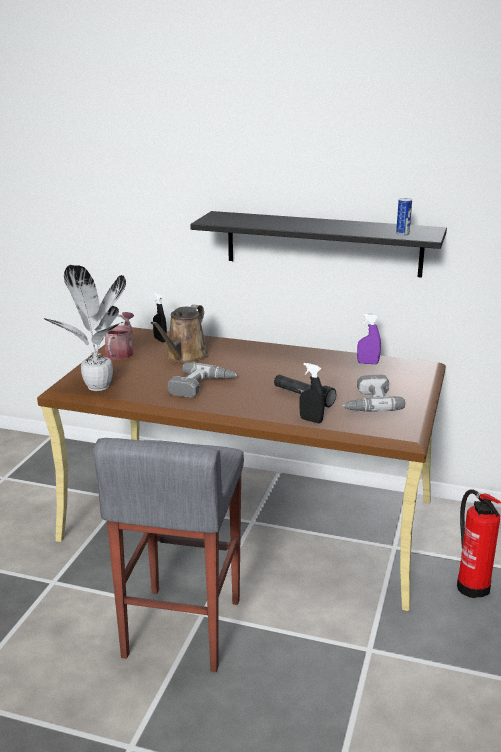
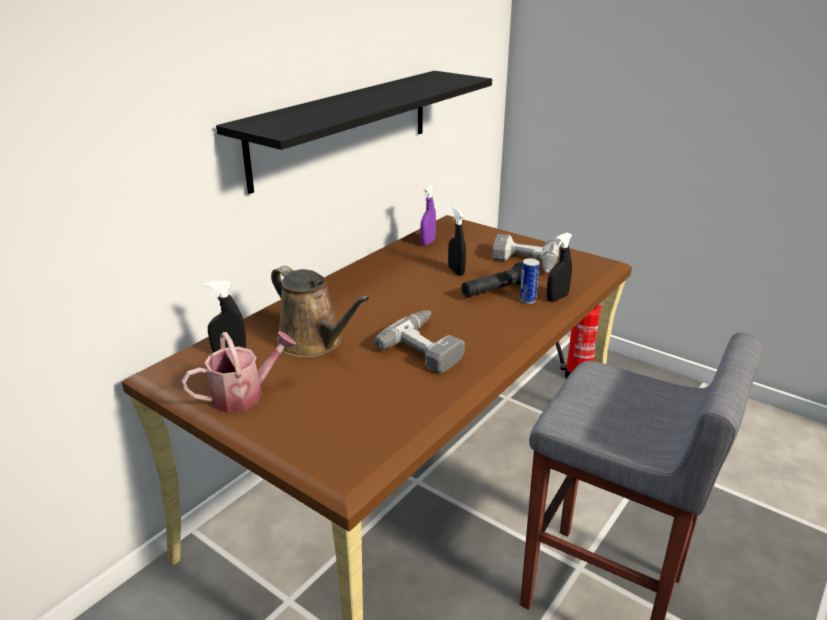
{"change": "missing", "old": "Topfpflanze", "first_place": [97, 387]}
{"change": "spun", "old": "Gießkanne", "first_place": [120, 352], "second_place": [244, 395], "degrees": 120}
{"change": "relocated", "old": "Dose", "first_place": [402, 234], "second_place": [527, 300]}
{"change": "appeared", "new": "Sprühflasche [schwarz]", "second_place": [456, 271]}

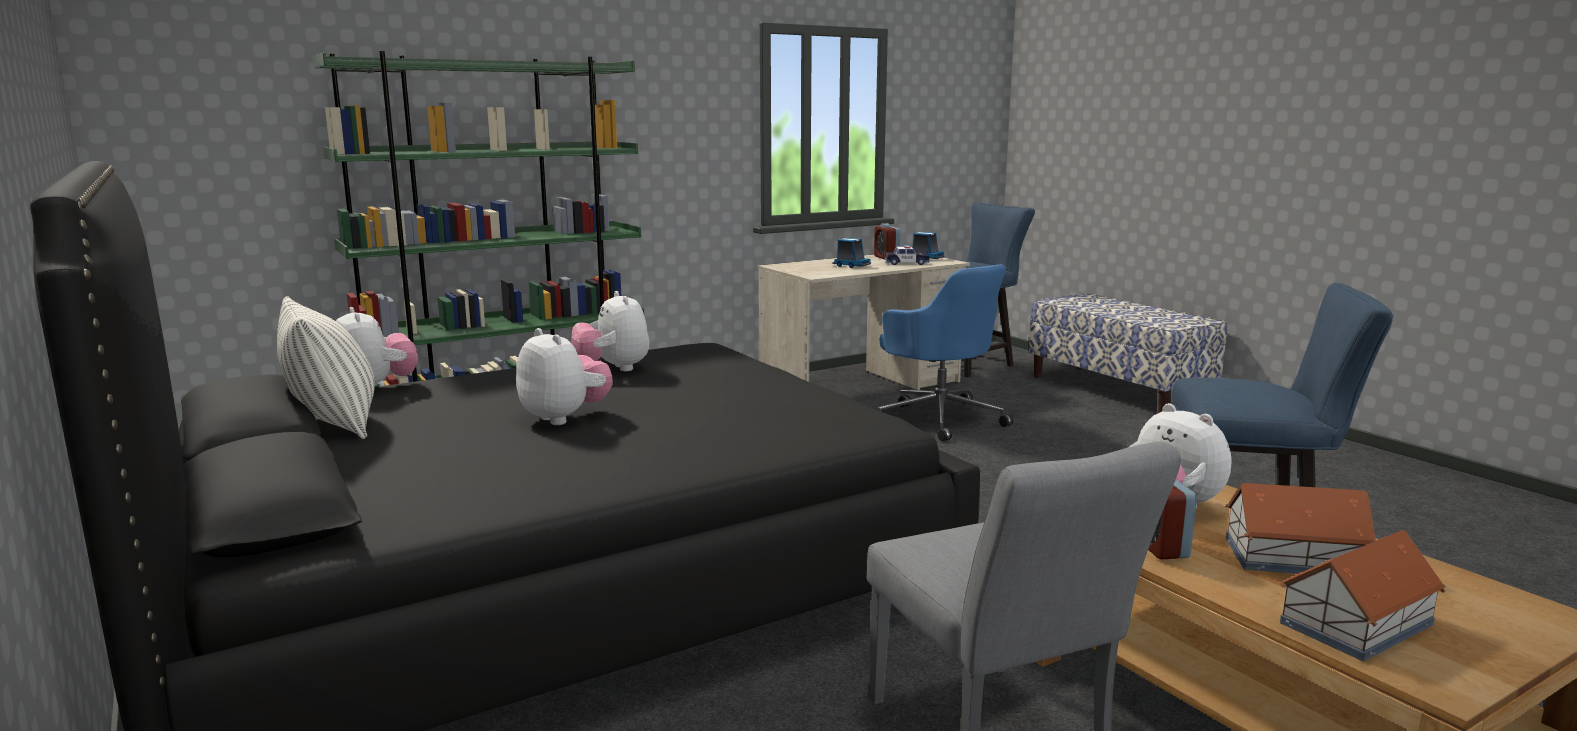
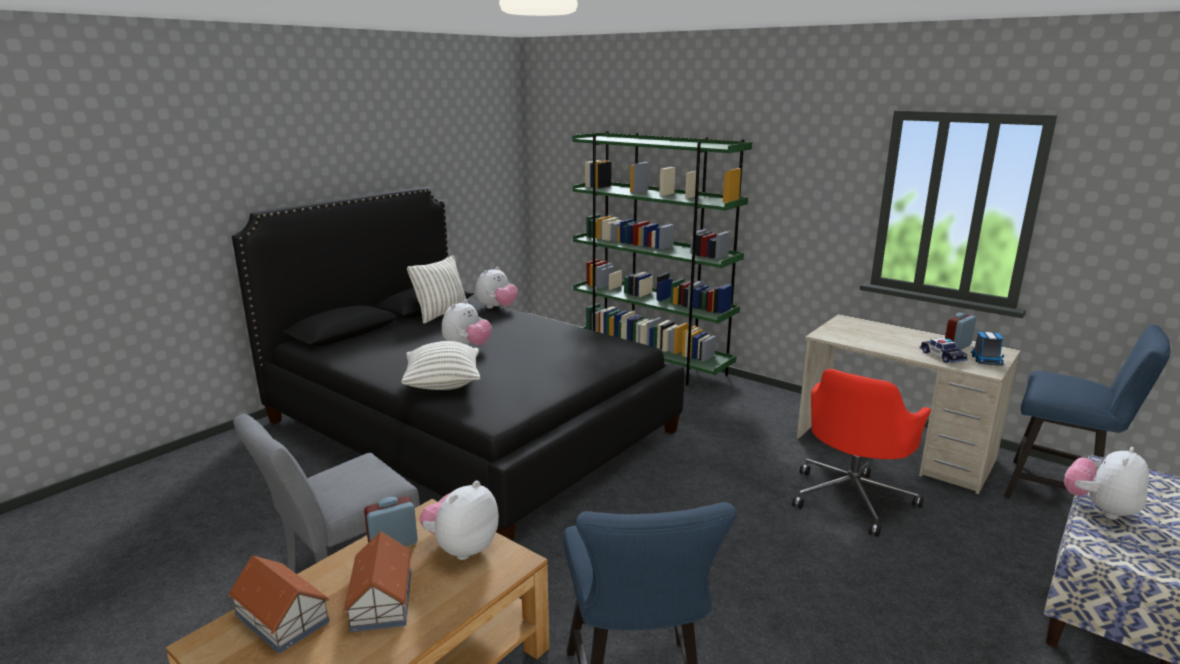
{"change": "relocated", "old": "Plüschtier", "first_place": [613, 369], "second_place": [1100, 509]}
{"change": "missing", "old": "Spielzeuglaster", "first_place": [851, 266]}
{"change": "colour", "old": "Bürostuhl [blau]", "new": "Bürostuhl [rot]", "first_place": [940, 418], "second_place": [852, 497]}
{"change": "appeared", "new": "Kissen", "second_place": [443, 385]}

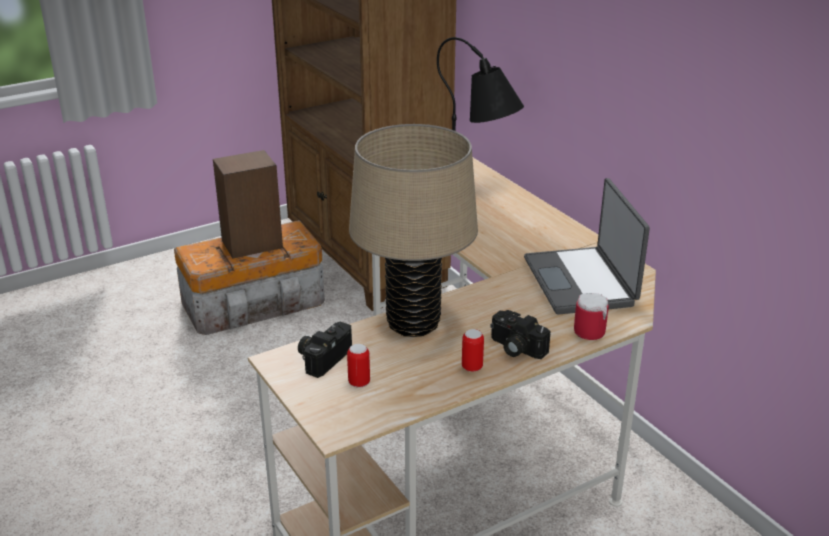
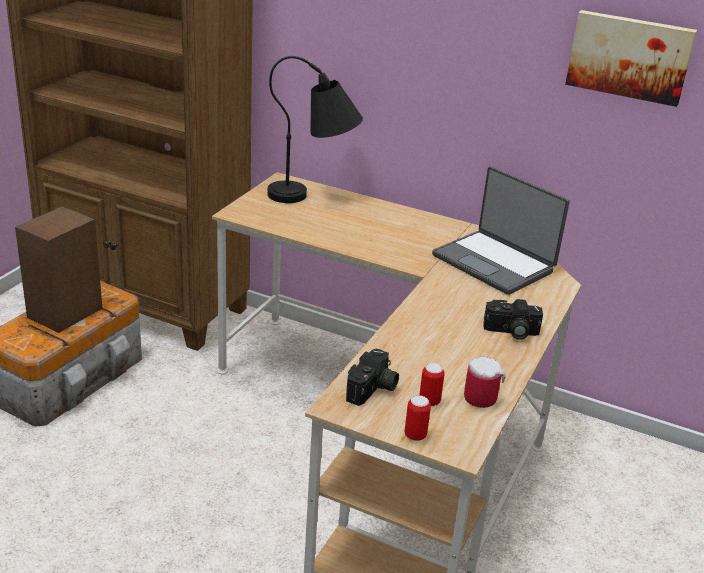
{"change": "spun", "old": "Kamera", "first_place": [323, 357], "second_place": [373, 390], "degrees": -150}
{"change": "missing", "old": "Tischlampe [beige]", "first_place": [413, 323]}
{"change": "relocated", "old": "Dose", "first_place": [472, 367], "second_place": [415, 435]}
{"change": "relocated", "old": "Henkelbecher", "first_place": [593, 330], "second_place": [481, 395]}
{"change": "appeared", "new": "Bild", "second_place": [629, 56]}

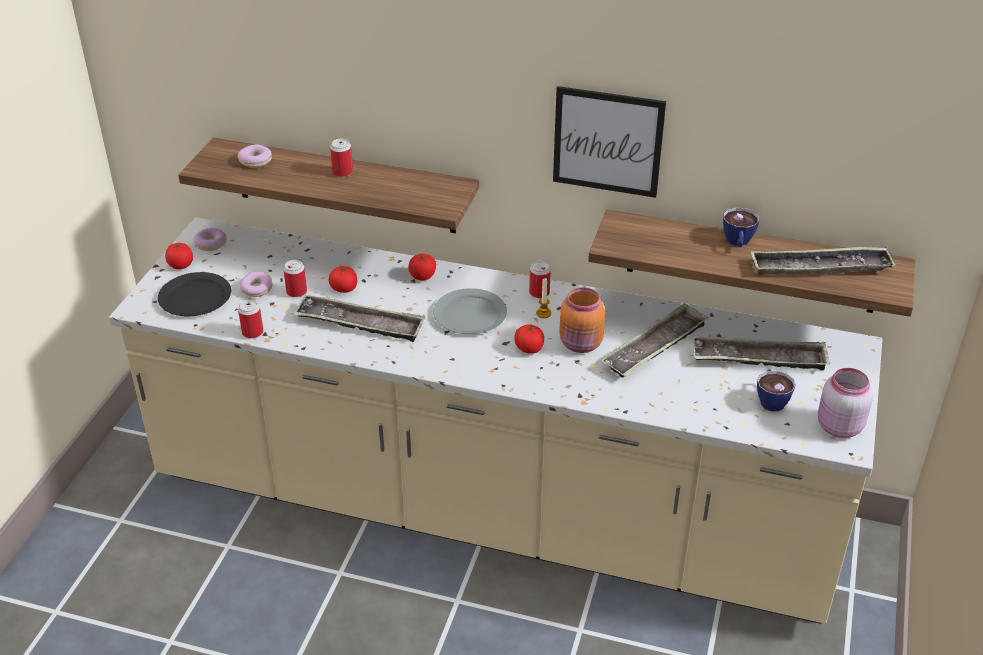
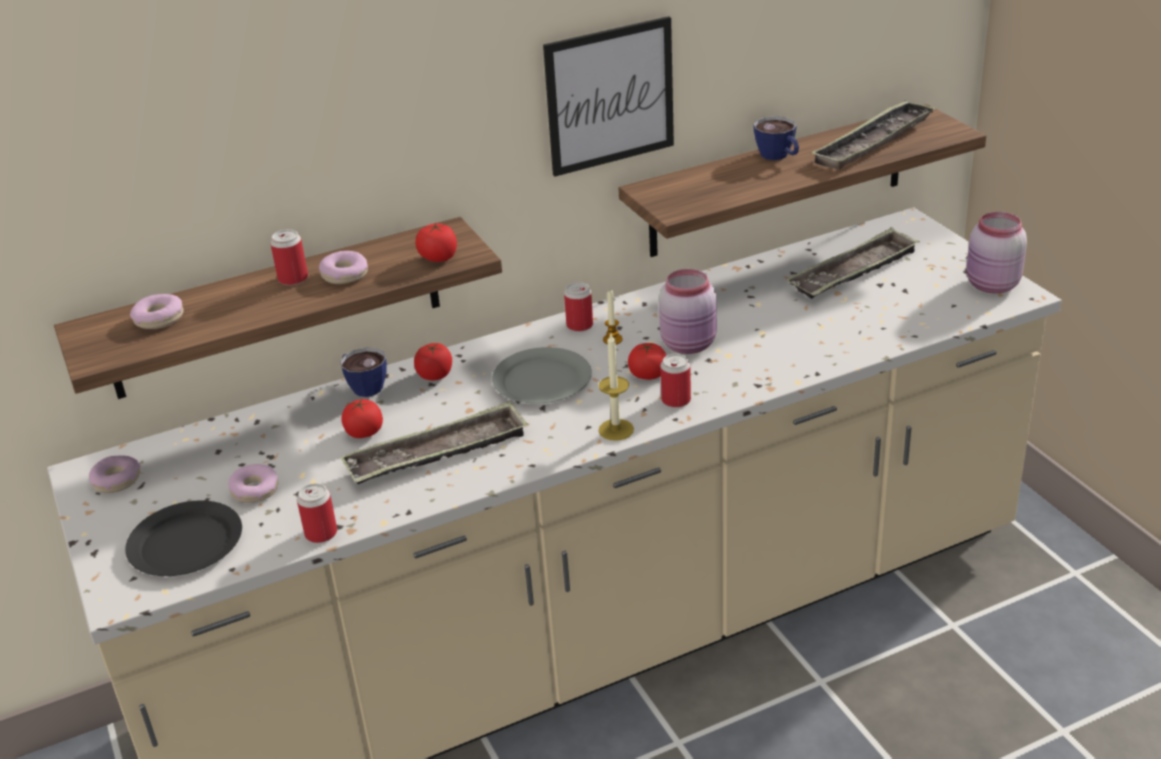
{"change": "relocated", "old": "Tomate", "first_place": [181, 265], "second_place": [438, 258]}
{"change": "relocated", "old": "Dose", "first_place": [296, 292], "second_place": [676, 400]}
{"change": "colour", "old": "Vorratsglas [orange]", "new": "Vorratsglas [rosa]", "first_place": [581, 344], "second_place": [690, 344]}
{"change": "missing", "old": "Tablett", "first_place": [655, 347]}
{"change": "relocated", "old": "Tasse", "first_place": [770, 399], "second_place": [363, 386]}
{"change": "appeared", "new": "Donut", "second_place": [345, 275]}
{"change": "appeared", "new": "Kerze", "second_place": [616, 429]}

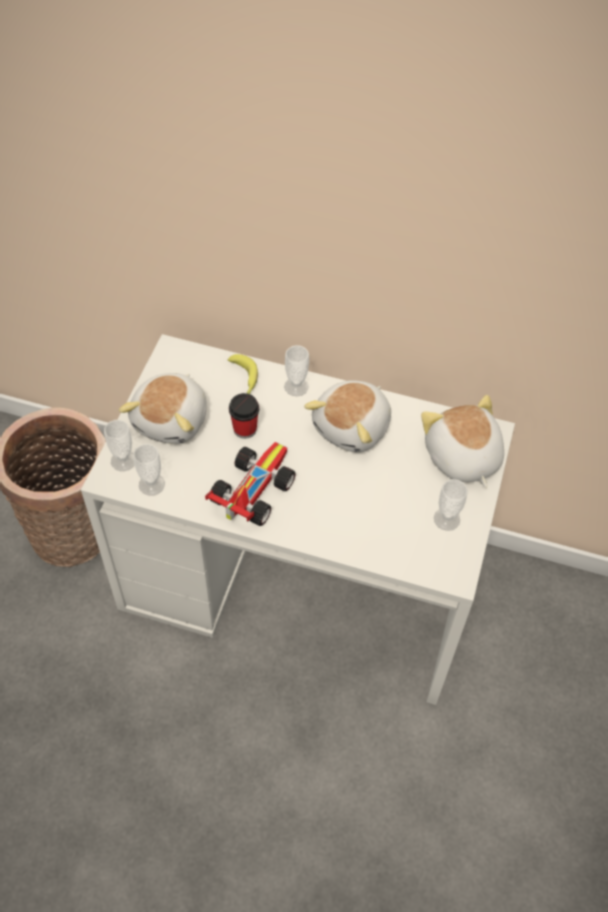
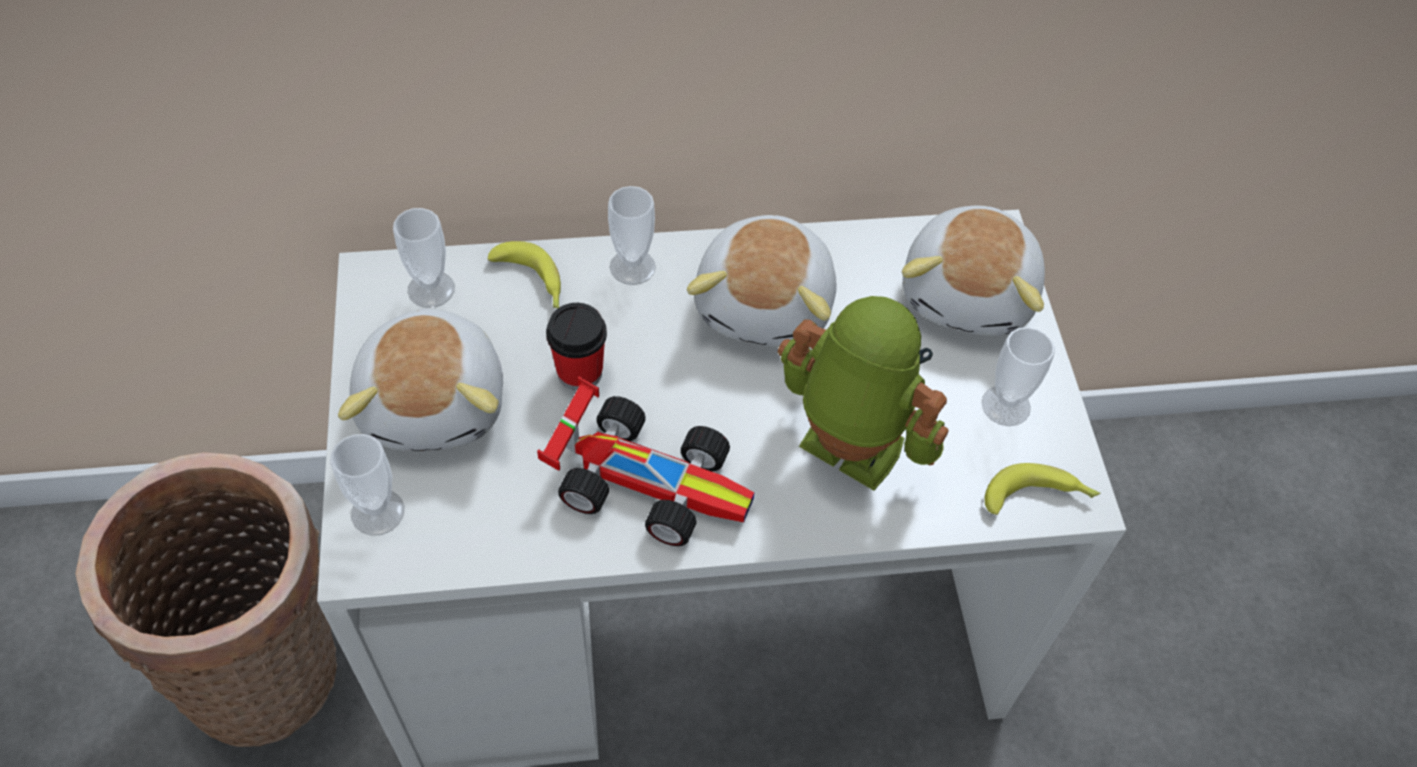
{"change": "relocated", "old": "Tasse", "first_place": [151, 484], "second_place": [431, 289]}
{"change": "spun", "old": "Spielzeugauto", "first_place": [251, 490], "second_place": [649, 478], "degrees": 105}
{"change": "spun", "old": "Plüschtier", "first_place": [461, 457], "second_place": [970, 293], "degrees": -120}
{"change": "appeared", "new": "Spielzeugroboter", "second_place": [846, 451]}
{"change": "appeared", "new": "Banane", "second_place": [1039, 497]}

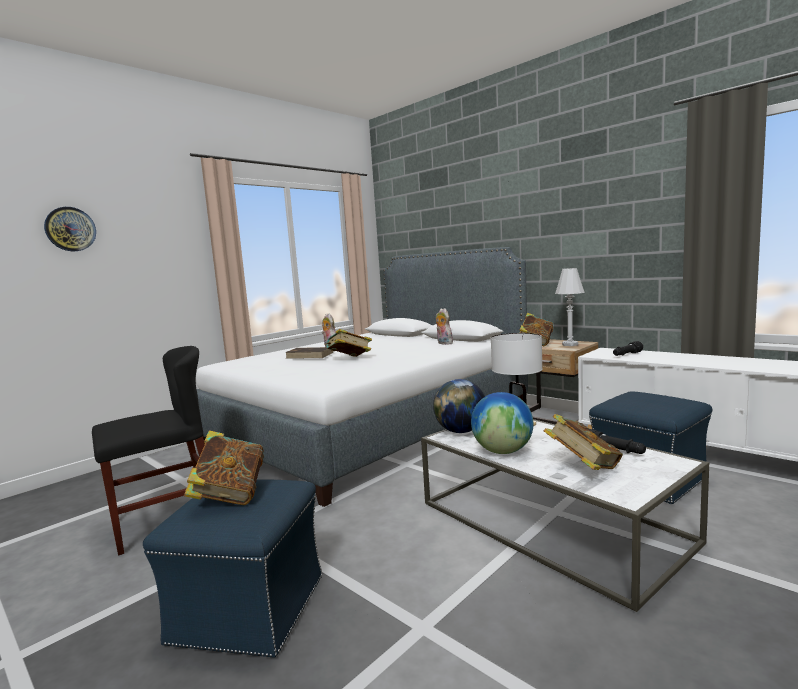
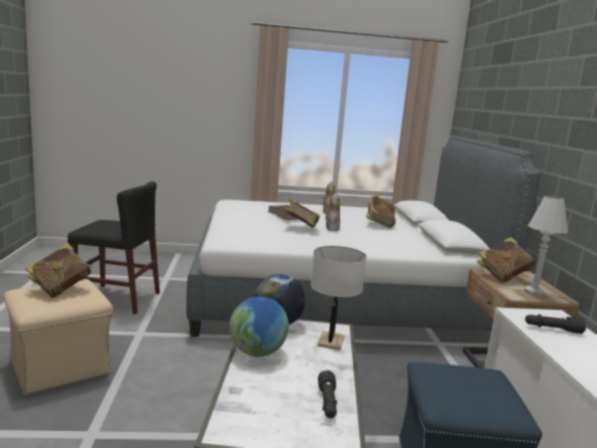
{"change": "missing", "old": "Wanduhr", "first_place": [70, 229]}
{"change": "colour", "old": "Polsterhocker [blau]", "new": "Polsterhocker [beige]", "first_place": [250, 607], "second_place": [61, 366]}
{"change": "relocated", "old": "Plüschtier", "first_place": [443, 343], "second_place": [331, 228]}
{"change": "relocated", "old": "Buch", "first_place": [583, 468], "second_place": [379, 224]}

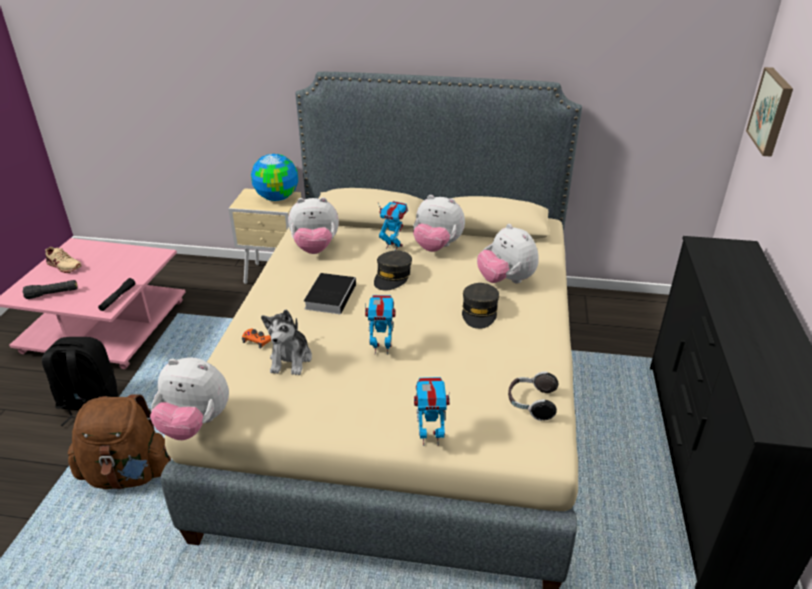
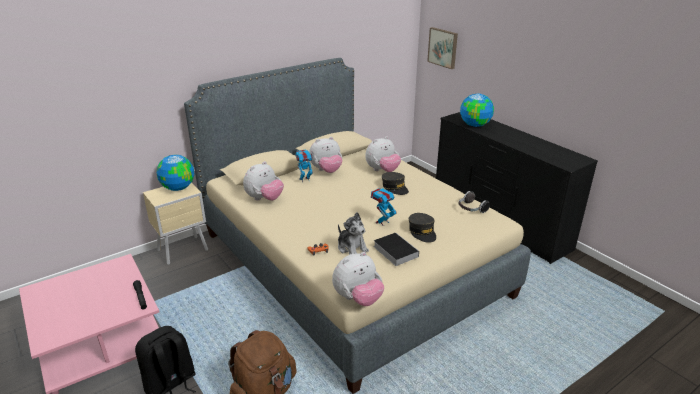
{"change": "missing", "old": "Taschenlampe [schwarz]", "first_place": [52, 294]}
{"change": "missing", "old": "Schuh [beige]", "first_place": [63, 266]}
{"change": "relocated", "old": "Buch", "first_place": [330, 295], "second_place": [394, 251]}
{"change": "relocated", "old": "Kappe [grau]", "first_place": [392, 277], "second_place": [422, 232]}
{"change": "missing", "old": "Spielzeugroboter", "first_place": [430, 438]}
{"change": "spun", "old": "Plüschtier", "first_place": [506, 280], "second_place": [382, 170], "degrees": -45}
{"change": "appeared", "new": "Globus", "second_place": [474, 125]}

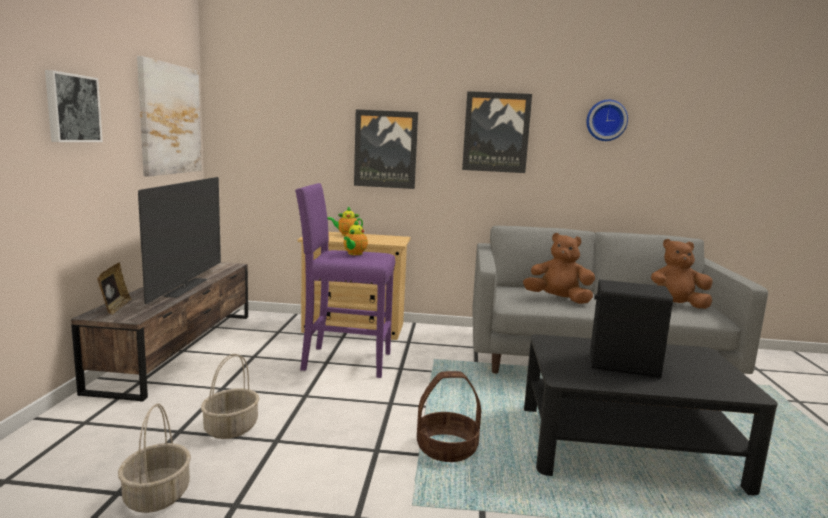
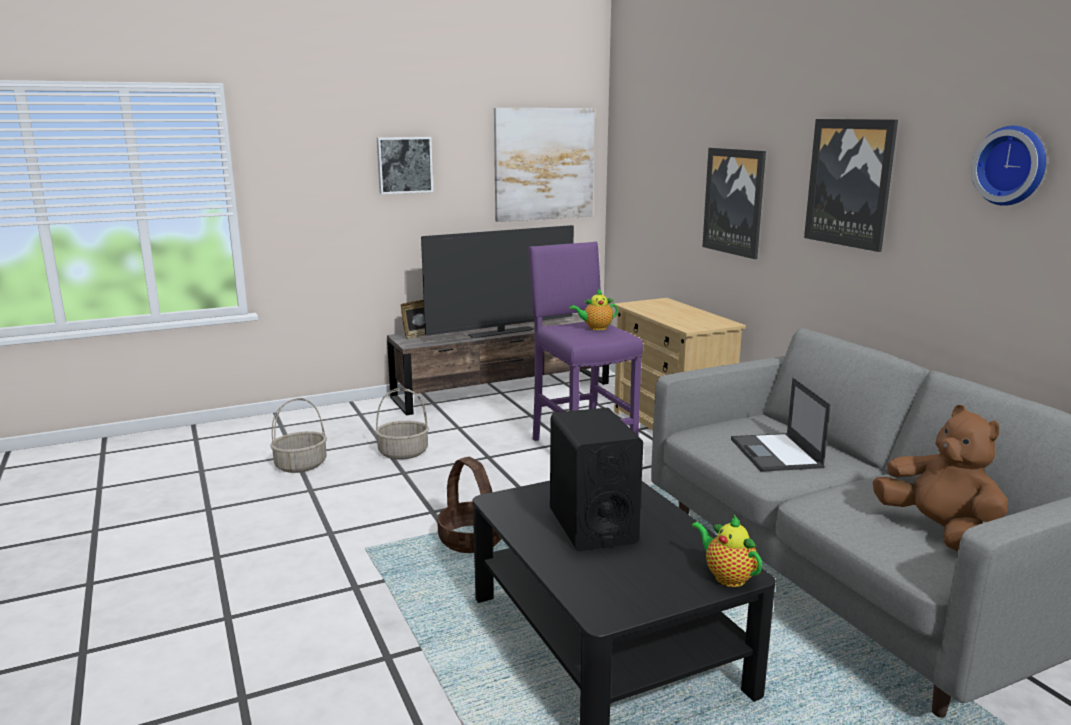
{"change": "relocated", "old": "Teekanne", "first_place": [346, 235], "second_place": [727, 577]}
{"change": "exchanged", "old": "Plüschtier [braun]", "new": "Laptop", "first_place": [558, 299], "second_place": [776, 453]}

